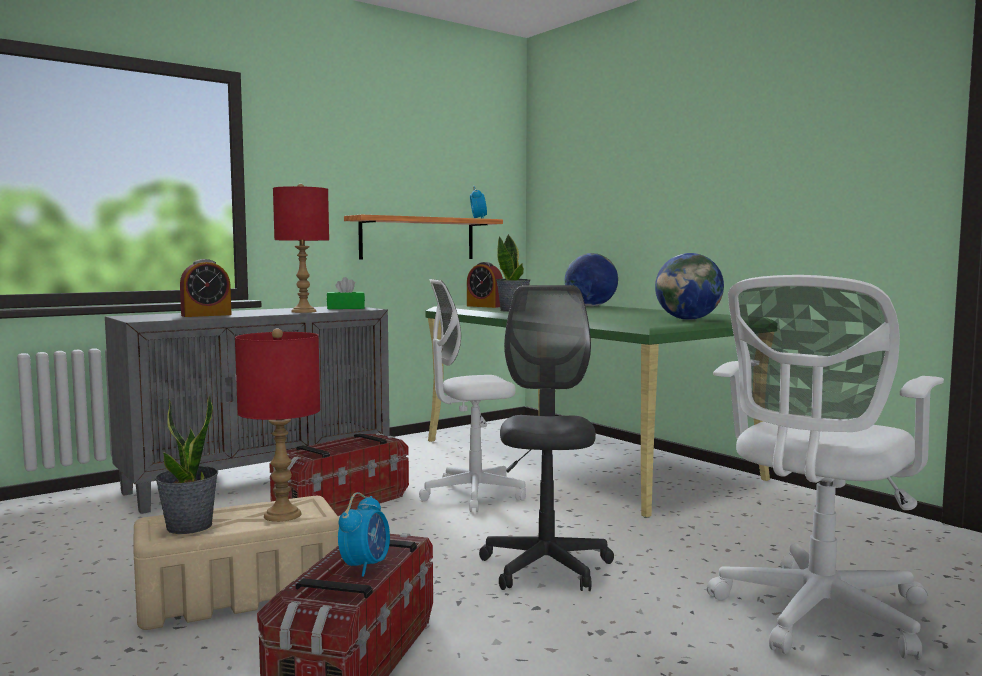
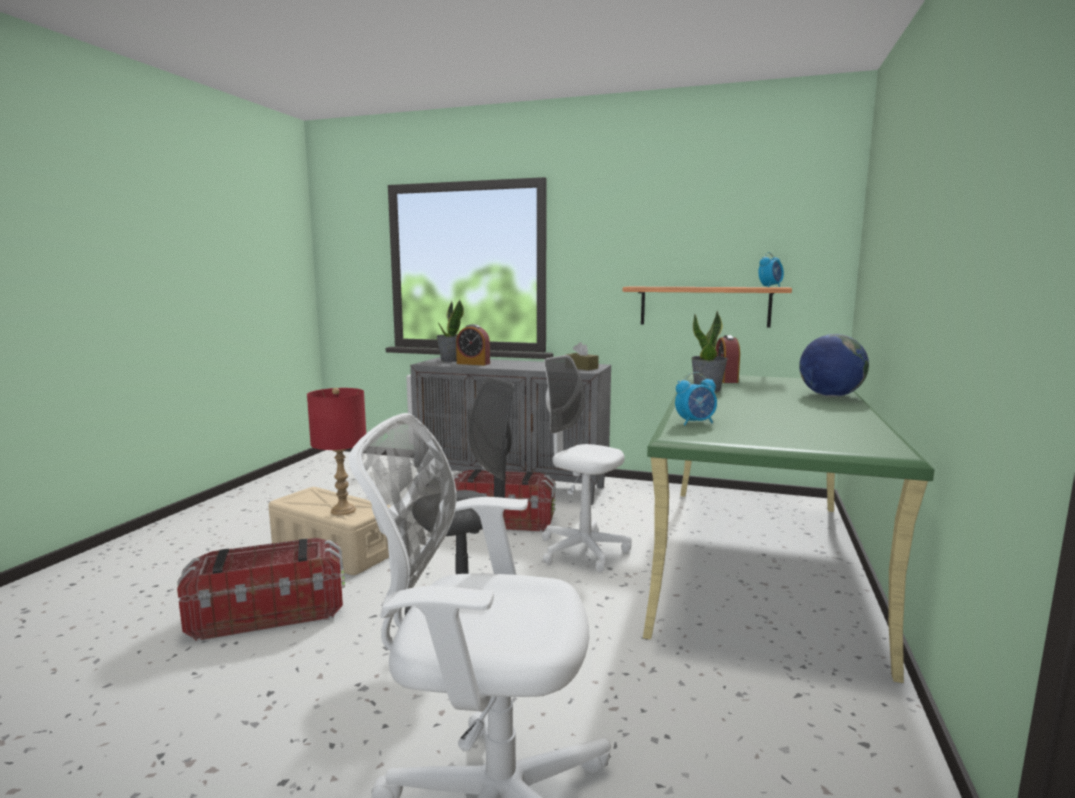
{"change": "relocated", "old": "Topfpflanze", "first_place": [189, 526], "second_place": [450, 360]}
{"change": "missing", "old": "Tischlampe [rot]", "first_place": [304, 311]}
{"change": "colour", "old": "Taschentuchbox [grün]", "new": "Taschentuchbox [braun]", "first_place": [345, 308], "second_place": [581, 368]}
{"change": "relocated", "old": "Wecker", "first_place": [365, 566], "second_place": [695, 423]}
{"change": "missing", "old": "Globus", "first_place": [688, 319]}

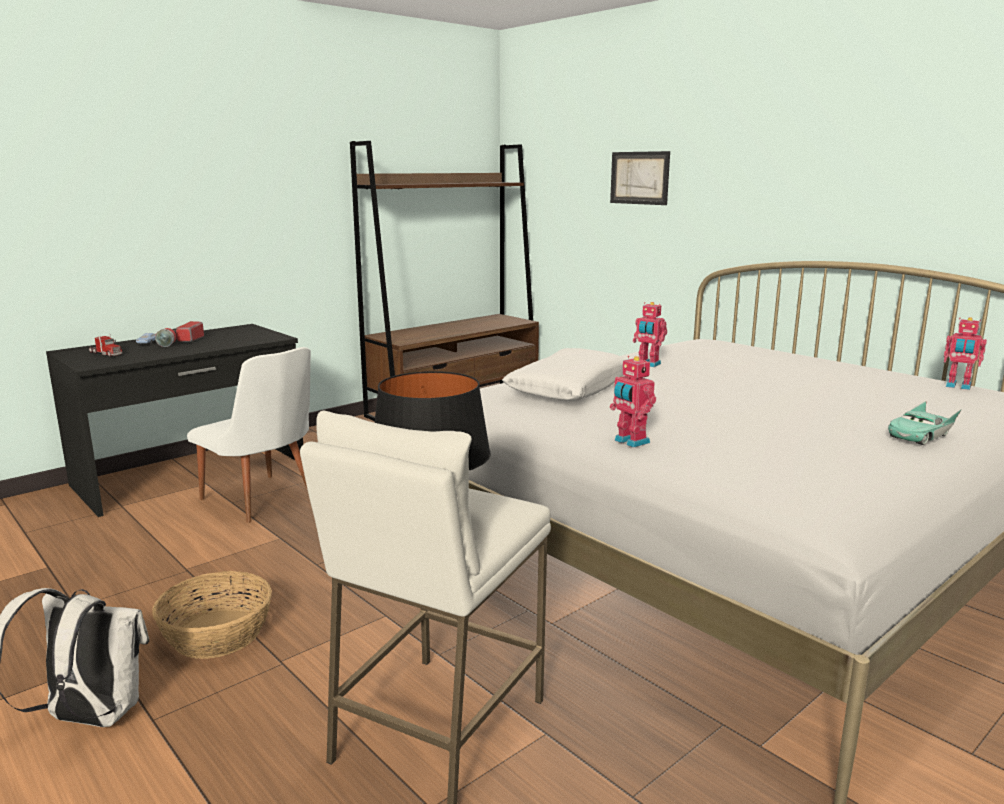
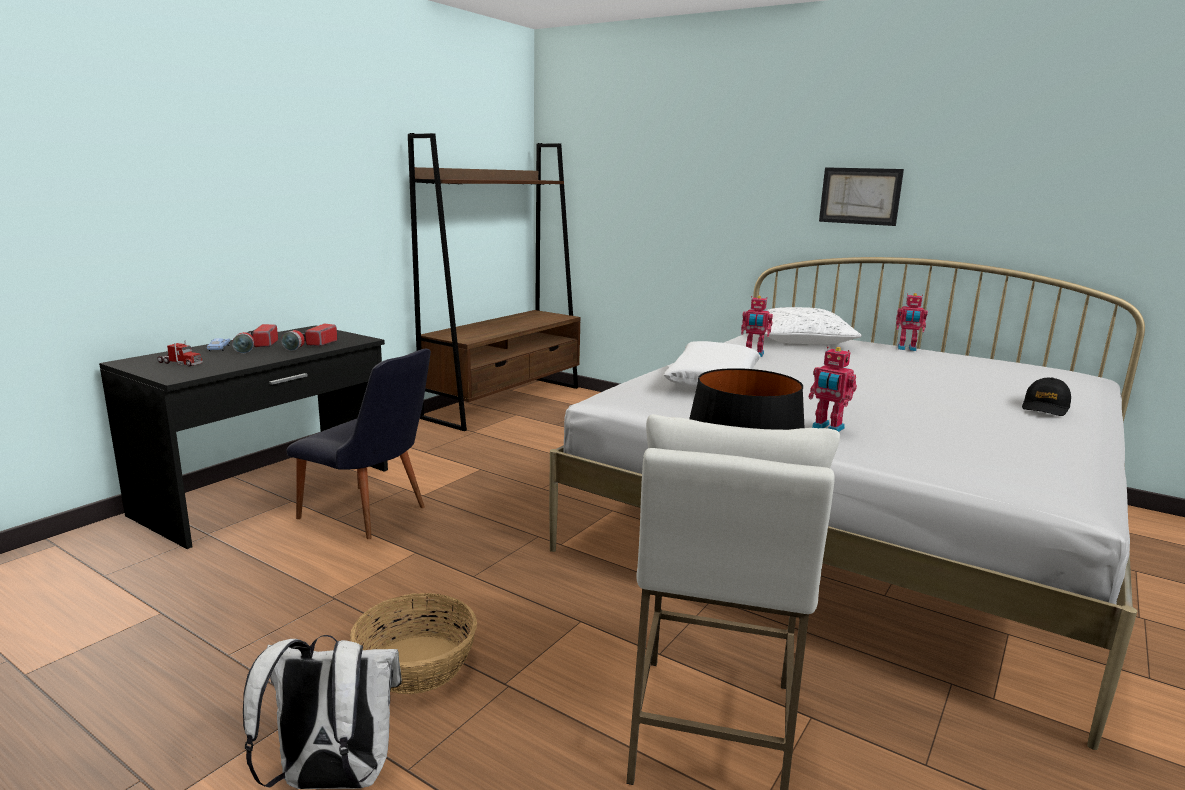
{"change": "colour", "old": "Stuhl [weiß]", "new": "Stuhl [schwarz]", "first_place": [263, 502], "second_place": [371, 515]}
{"change": "relocated", "old": "Bild", "first_place": [639, 178], "second_place": [860, 196]}
{"change": "exchanged", "old": "Spielzeugauto [türkis]", "new": "Kappe [schwarz]", "first_place": [921, 435], "second_place": [1045, 407]}
{"change": "relocated", "old": "Spielzeugroboter", "first_place": [958, 386], "second_place": [906, 349]}
{"change": "appeared", "new": "Taschenlampe", "second_place": [310, 345]}
{"change": "appeared", "new": "Kissen [weiß]", "second_place": [801, 339]}

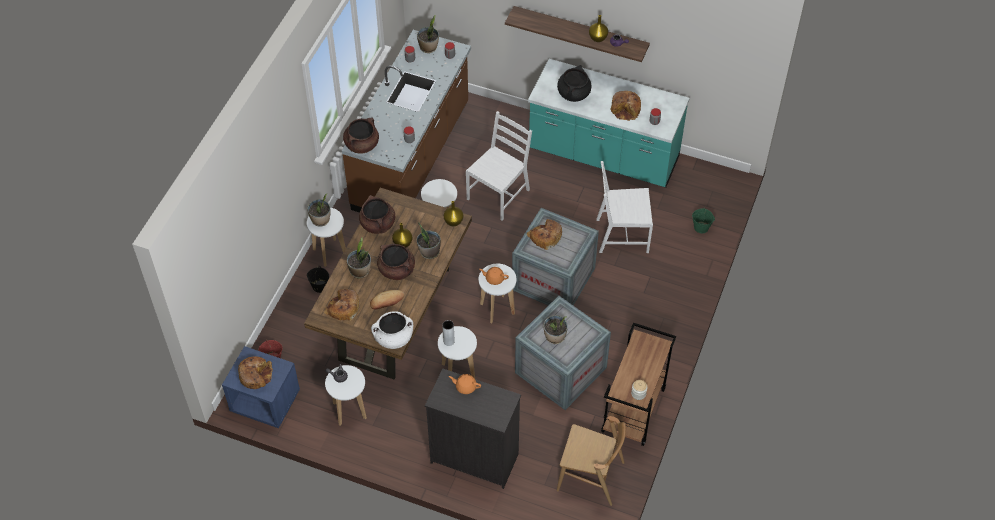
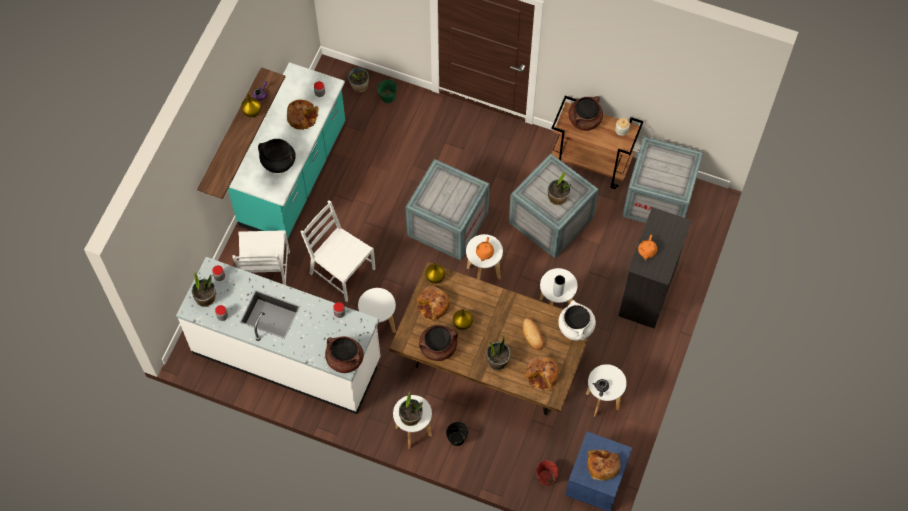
{"change": "colour", "old": "Küchenzeile [braun]", "new": "Küchenzeile [weiß]", "first_place": [412, 157], "second_place": [287, 355]}
{"change": "relocated", "old": "Kochtopf [braun]", "first_place": [397, 270], "second_place": [584, 120]}
{"change": "relocated", "old": "Topfpflanze", "first_place": [429, 252], "second_place": [359, 86]}
{"change": "relocated", "old": "Brot", "first_place": [545, 237], "second_place": [433, 305]}
{"change": "exchanged", "old": "Stuhl [braun]", "new": "Kiste", "first_place": [591, 476], "second_place": [659, 199]}
{"change": "relocated", "old": "Stuhl [weiß]", "first_place": [621, 235], "second_place": [266, 274]}

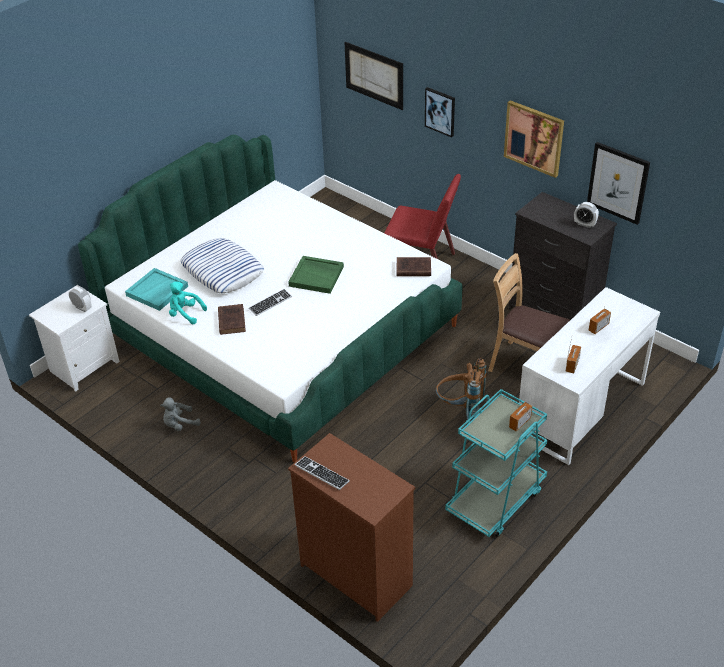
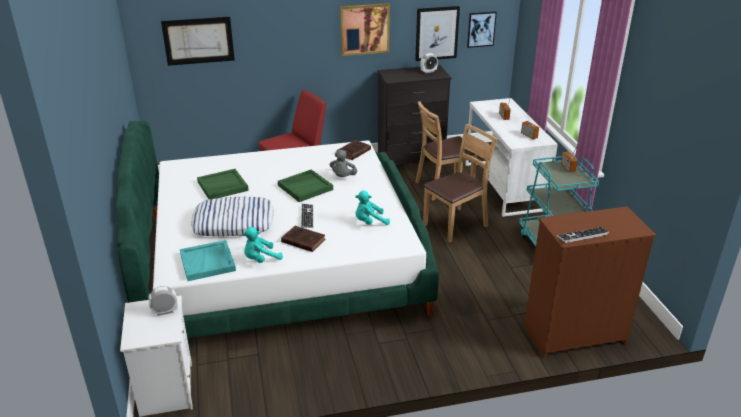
{"change": "relocated", "old": "Plüschtier [grau]", "first_place": [180, 424], "second_place": [343, 177]}
{"change": "relocated", "old": "Bild", "first_place": [440, 111], "second_place": [481, 29]}
{"change": "exchanged", "old": "Rucksack [braun]", "new": "Stuhl [braun]", "first_place": [460, 408], "second_place": [455, 225]}
{"change": "appeared", "new": "Tablett [grün]", "second_place": [222, 186]}
{"change": "appeared", "new": "Plüschtier [türkis]", "second_place": [370, 222]}

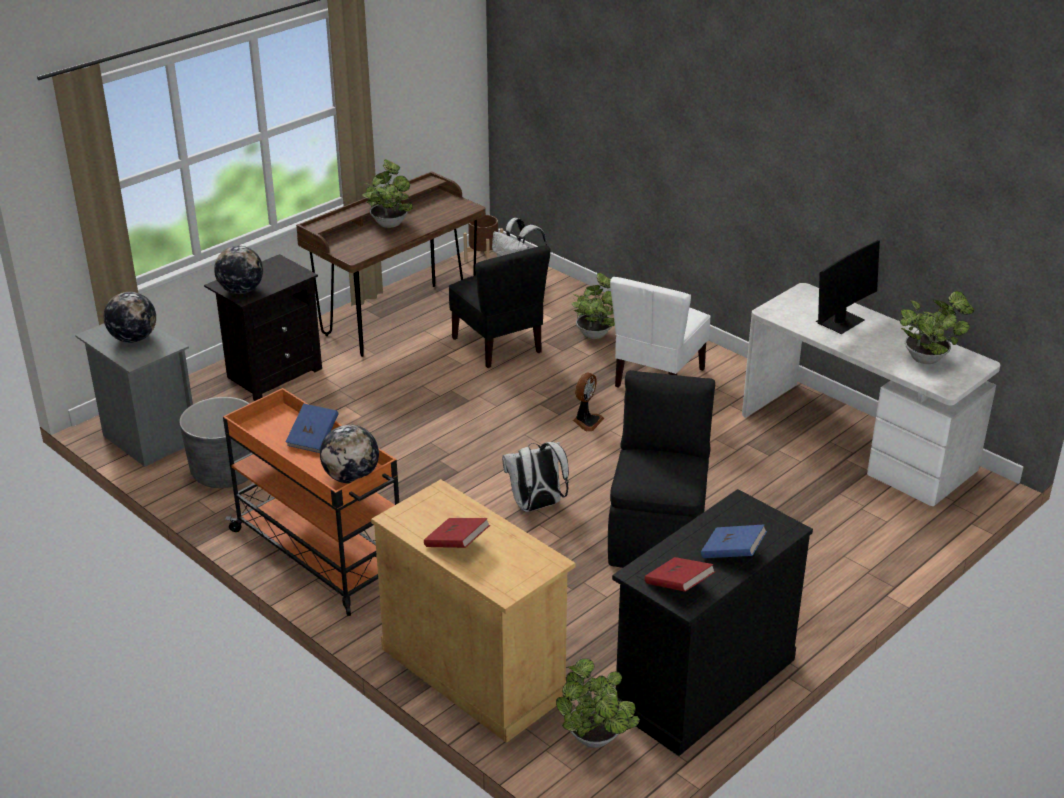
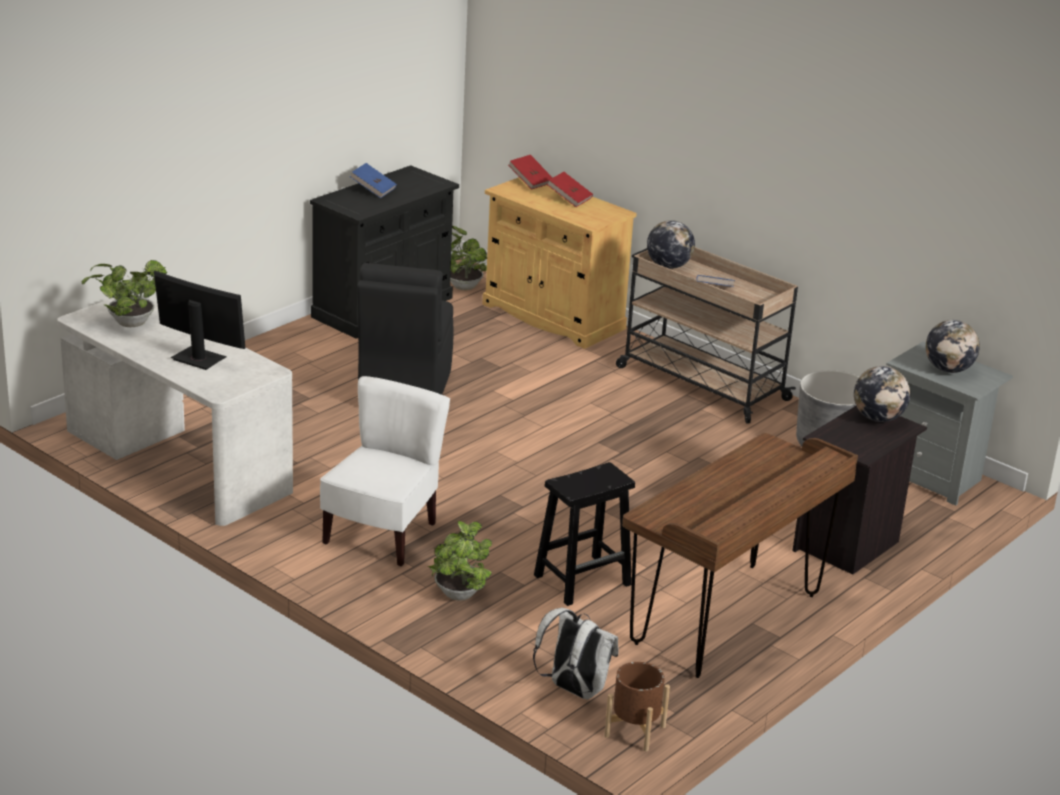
{"change": "colour", "old": "Rollwagen [orange]", "new": "Rollwagen [beige]", "first_place": [321, 555], "second_place": [700, 383]}
{"change": "missing", "old": "Topfpflanze", "first_place": [389, 222]}
{"change": "exchanged", "old": "Stuhl [schwarz]", "new": "Hocker [schwarz]", "first_place": [498, 345], "second_place": [583, 579]}
{"change": "missing", "old": "Rucksack [weiß]", "first_place": [536, 506]}
{"change": "missing", "old": "Ventilator", "first_place": [586, 421]}
{"change": "relocated", "old": "Buch [rot]", "first_place": [678, 586], "second_place": [530, 181]}
{"change": "spun", "old": "Monitor", "first_place": [840, 322], "second_place": [198, 358], "degrees": 75}

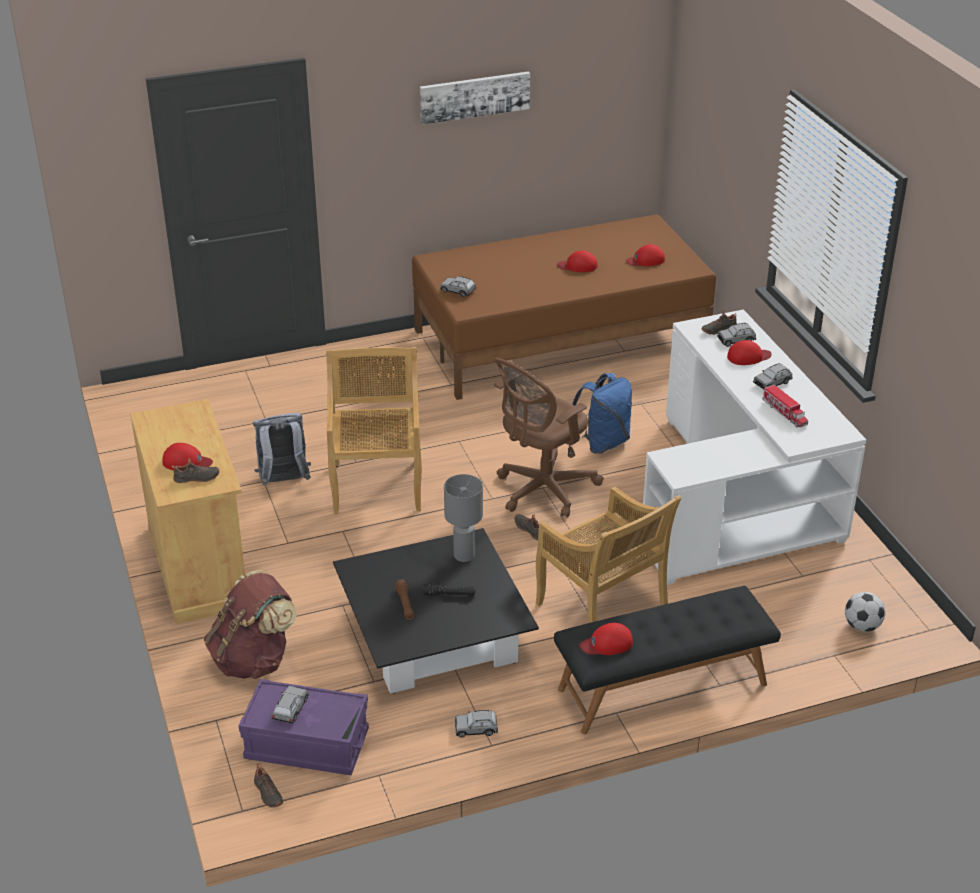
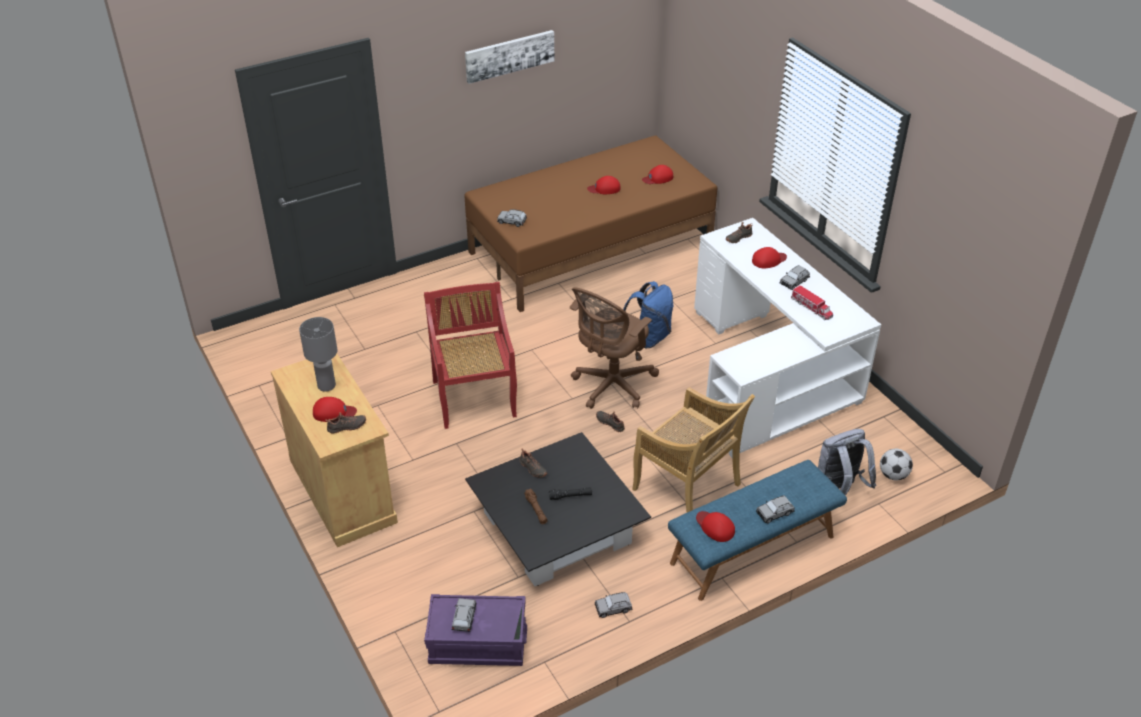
{"change": "missing", "old": "Rucksack [braun]", "first_place": [254, 659]}
{"change": "relocated", "old": "Rucksack [grau]", "first_place": [284, 482], "second_place": [839, 489]}
{"change": "relocated", "old": "Schuh [schwarz]", "first_place": [267, 794], "second_place": [532, 469]}
{"change": "colour", "old": "Stuhl [beige]", "new": "Stuhl [rot]", "first_place": [377, 485], "second_place": [474, 397]}
{"change": "relocated", "old": "Tischlampe [grau]", "first_place": [464, 556], "second_place": [326, 386]}
{"change": "colour", "old": "Bank [schwarz]", "new": "Bank [blau]", "first_place": [663, 687], "second_place": [753, 550]}
{"change": "spun", "old": "Kappe [rot]", "first_place": [607, 643], "second_place": [715, 527], "degrees": 75}
{"change": "relocated", "old": "Spielzeugauto [grau]", "first_place": [736, 340], "second_place": [774, 513]}

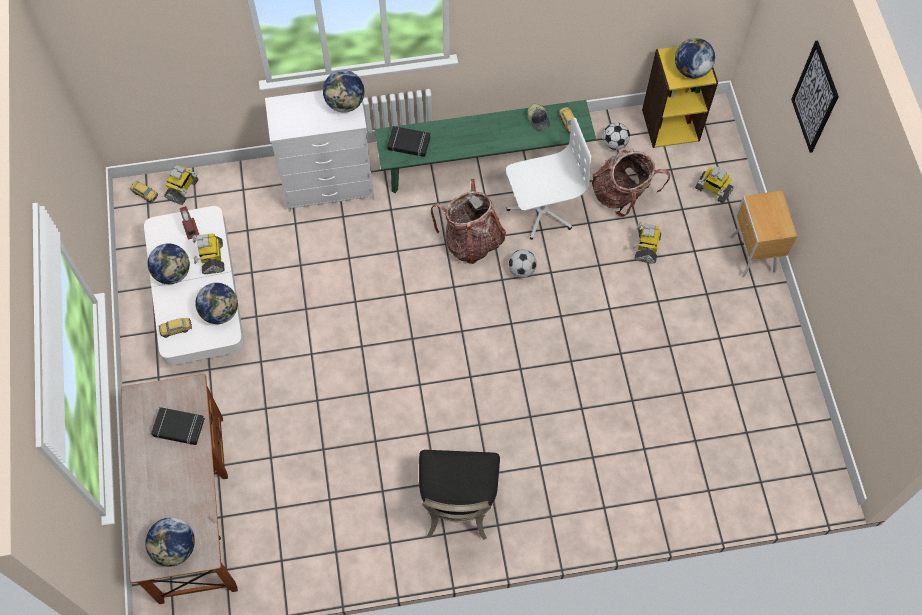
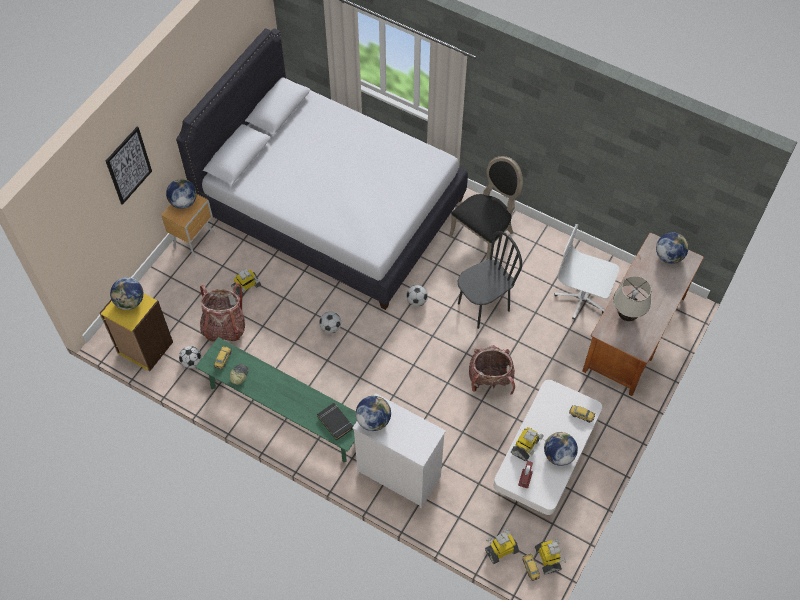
{"change": "exchanged", "old": "Buch [schwarz]", "new": "Tischlampe [beige]", "first_place": [178, 428], "second_place": [627, 315]}
{"change": "relocated", "old": "Globus", "first_place": [220, 312], "second_place": [183, 202]}
{"change": "relocated", "old": "Rucksack", "first_place": [471, 241], "second_place": [490, 379]}
{"change": "relocated", "old": "Bürostuhl [weiß]", "first_place": [541, 210], "second_place": [582, 298]}
{"change": "relocated", "old": "Spielzeugroboter", "first_place": [712, 190], "second_place": [548, 559]}
{"change": "appeared", "new": "Bett [weiß]", "second_place": [331, 207]}
{"change": "appeared", "new": "Fußball", "second_place": [416, 301]}
{"change": "appeared", "new": "Stuhl [schwarz]", "second_place": [483, 306]}

